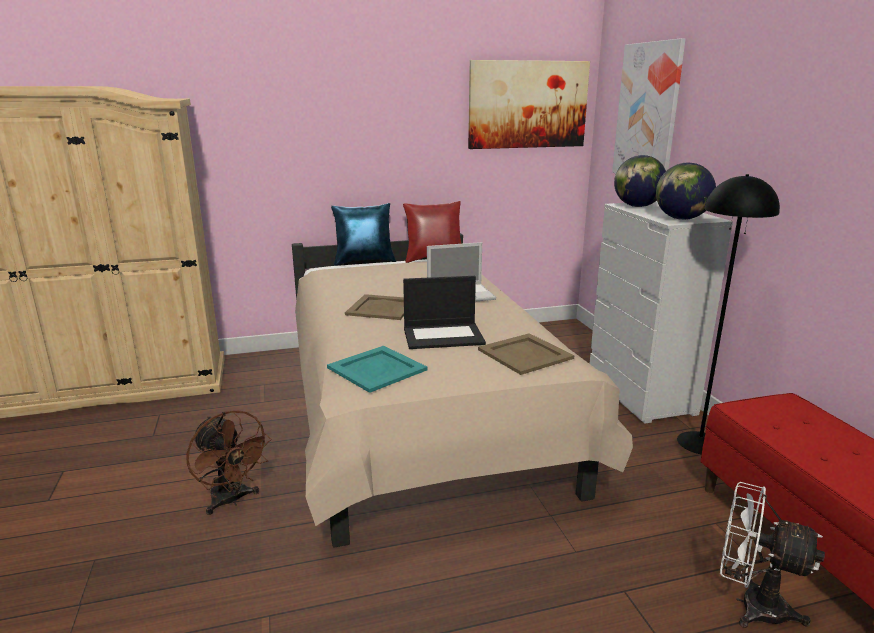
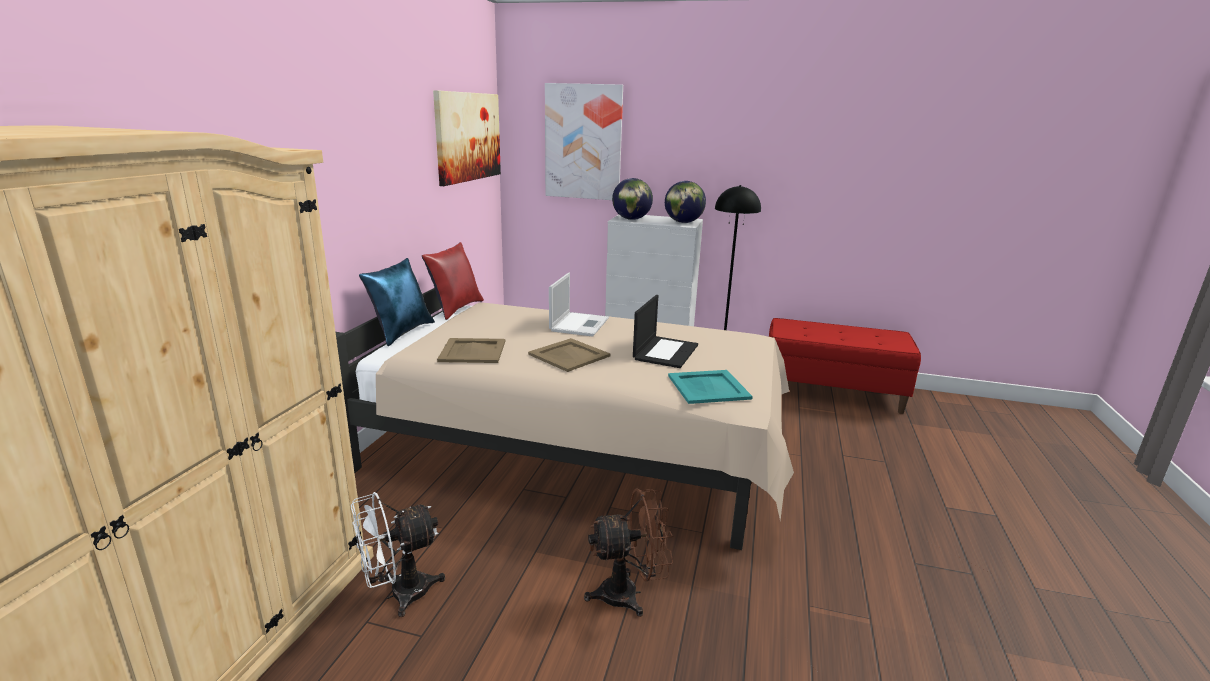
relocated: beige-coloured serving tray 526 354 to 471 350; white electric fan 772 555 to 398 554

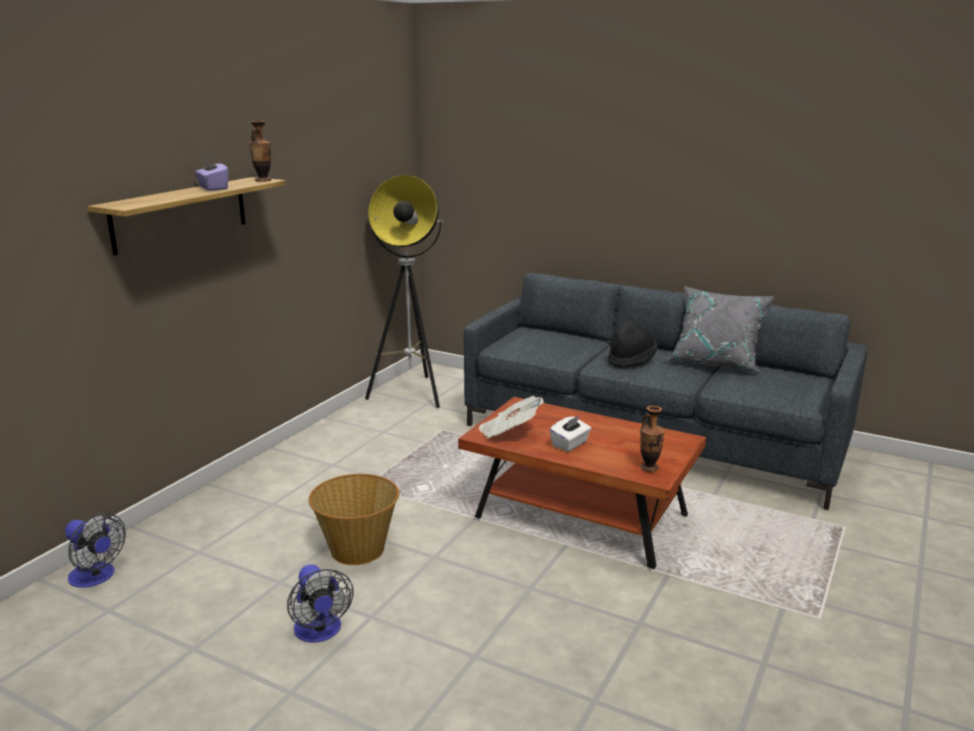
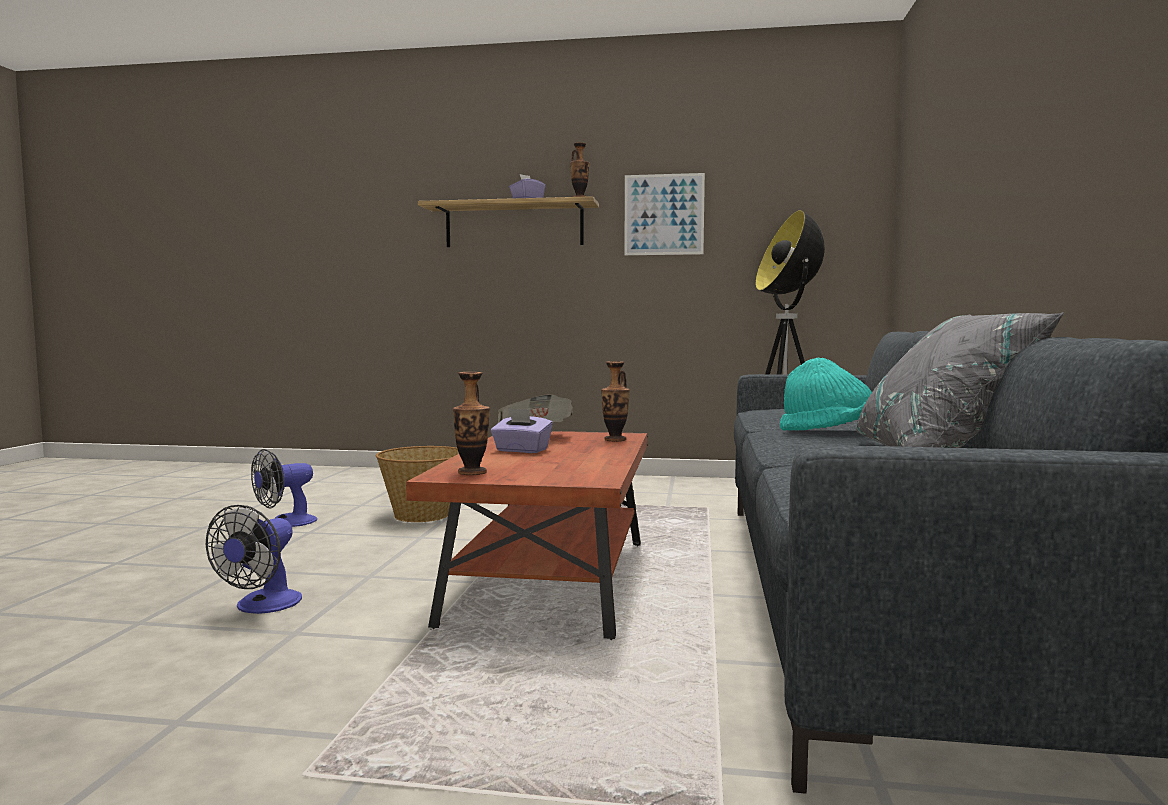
appeared: vase 615 401; wall picture 664 214
relocated: electric fan 95 550 to 254 559
colour: white box of tissues 570 434 to purple-coloured box of tissues 522 430; blackish wearable hat 633 344 to turquoise-coloured wearable hat 826 394

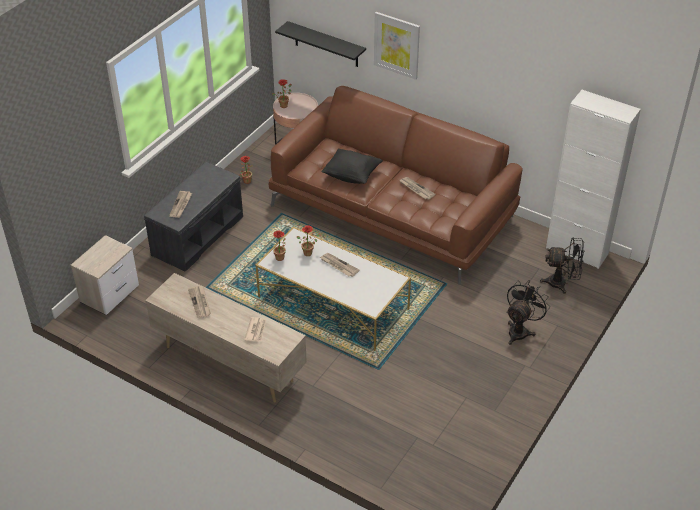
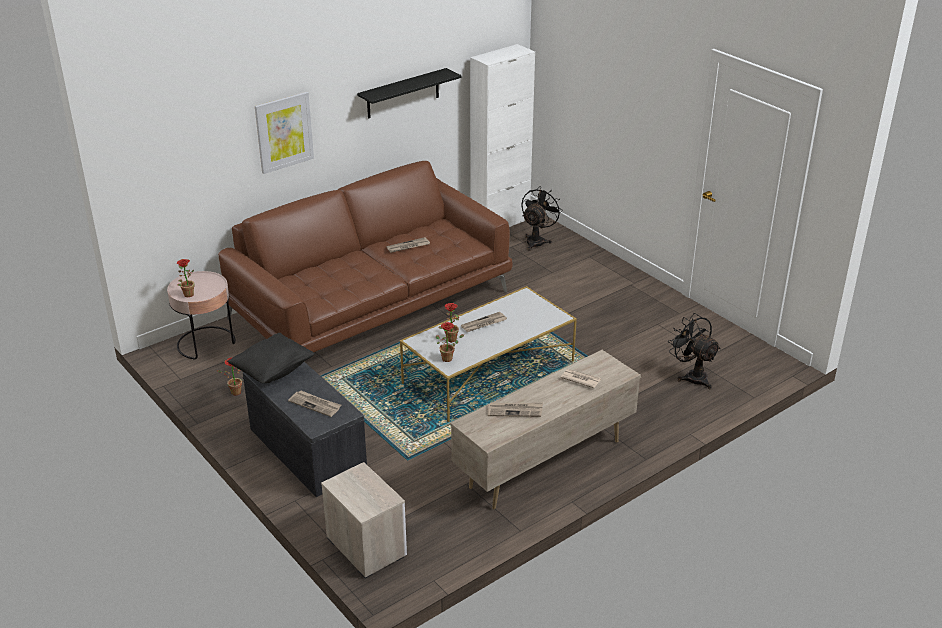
relocated: blackish shelf 320 44 to 409 93; blackish cushion 352 166 to 271 358; blackish electric fan 528 312 to 694 351

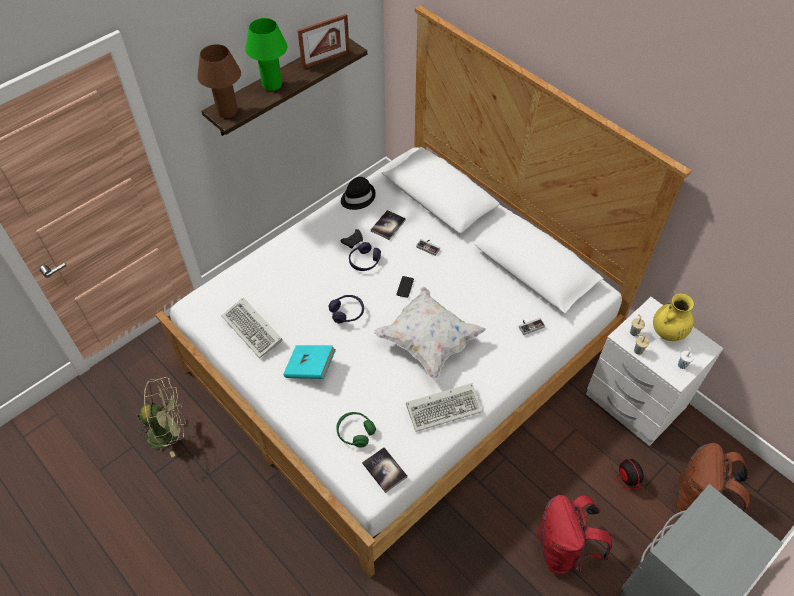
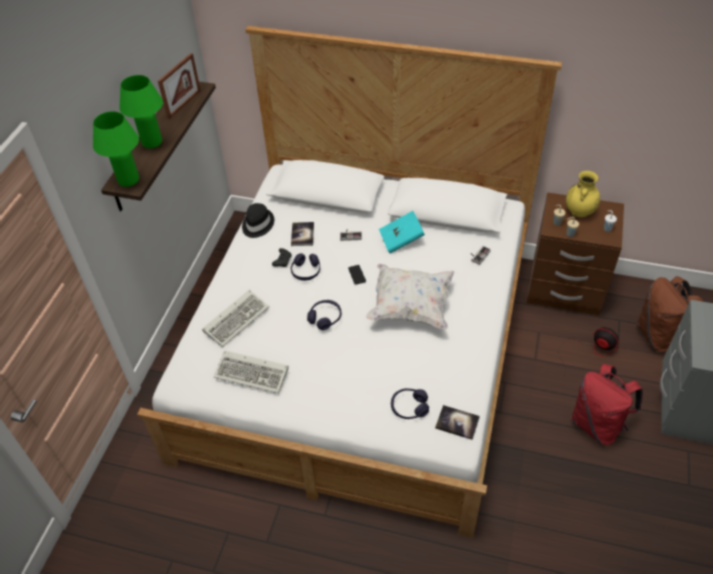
missing: greenish electric fan 161 417
relocated: turquoise-coloured volume 309 362 to 402 232; computer keyboard 444 407 to 235 318
colour: brownish table lamp 219 81 to greenish table lamp 116 149; greenish pair of headphones 356 429 to purple-coloured pair of headphones 410 403; white nightstand 654 371 to brownish nightstand 575 254

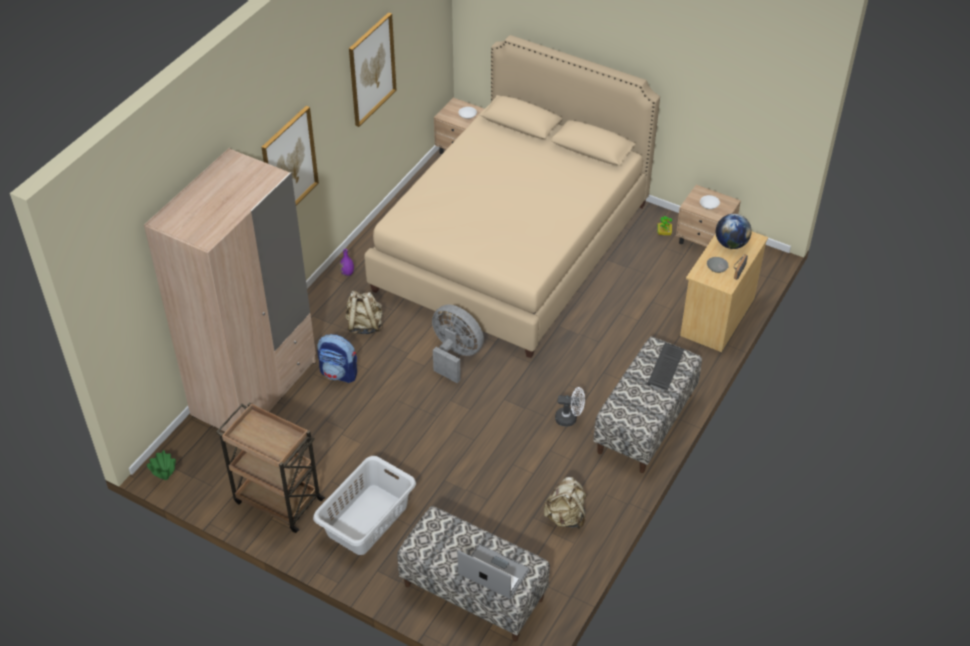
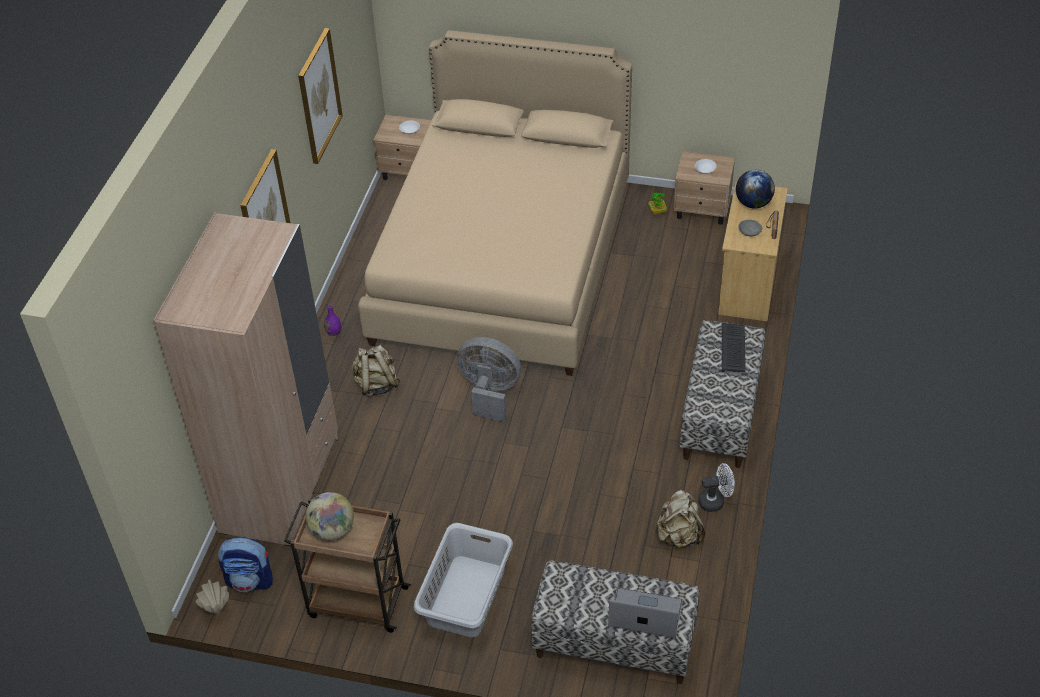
appeared: desk globe 329 516
relocated: knapsack 337 358 to 245 564; white electric fan 570 407 to 716 487
colour: greenish vase 161 465 to beige-coloured vase 212 596

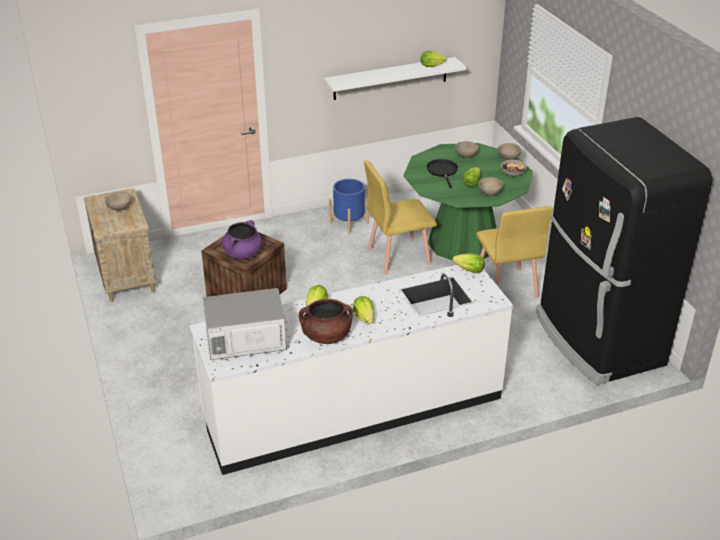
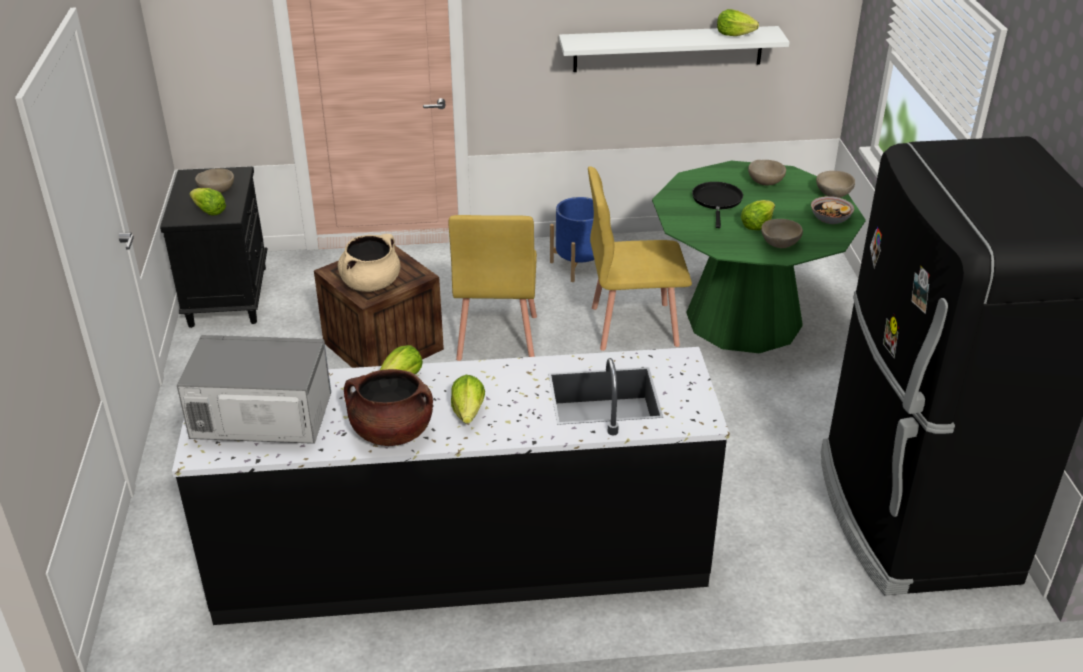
relocated: lettuce head 469 263 to 208 202; yellowish plain chair 514 252 to 492 288
colour: beige-coloured nightstand 121 245 to blackish nightstand 214 247; white counter 351 370 to blackish counter 451 486; purple-coloured cooking pot 242 239 to beige-coloured cooking pot 369 263

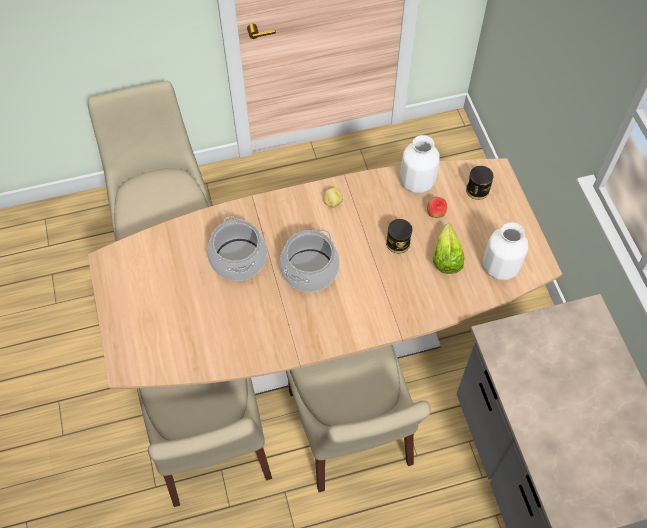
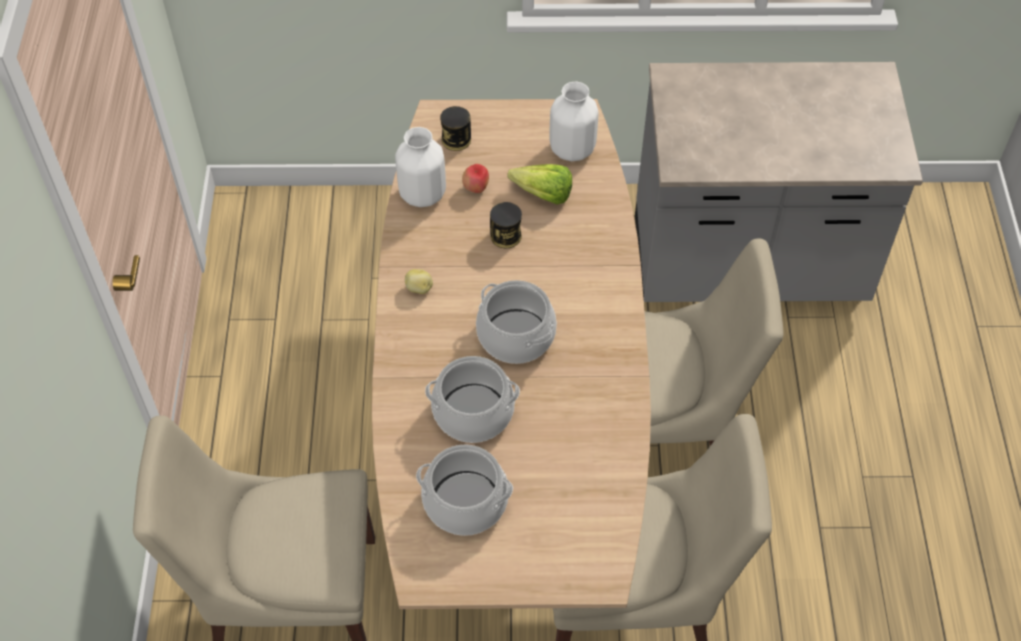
appeared: cooking pot 464 490

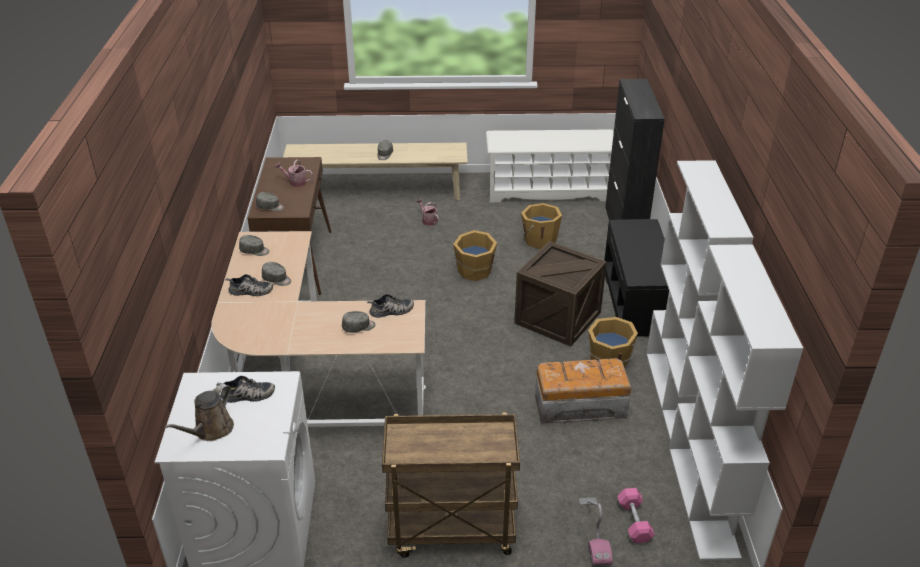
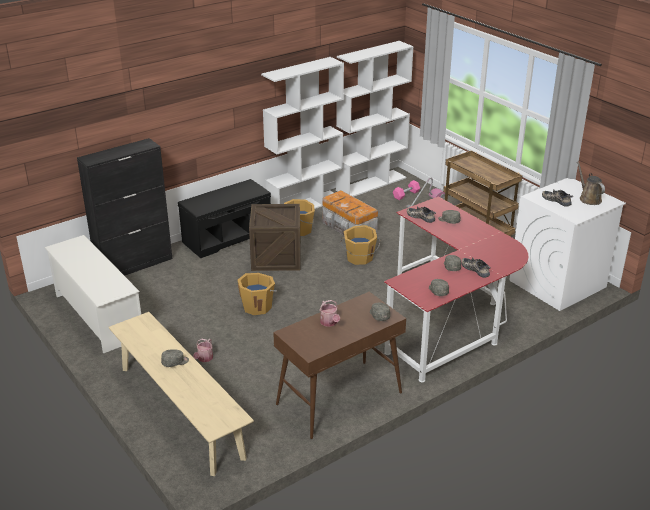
relocated: orange-coloured bucket 541 226 to 360 245
colour: beige-coloured desk table 318 329 to red-coloured desk table 456 289
spun: brownish watering can 199 412 = 591 183 105 degrees counterclockwise

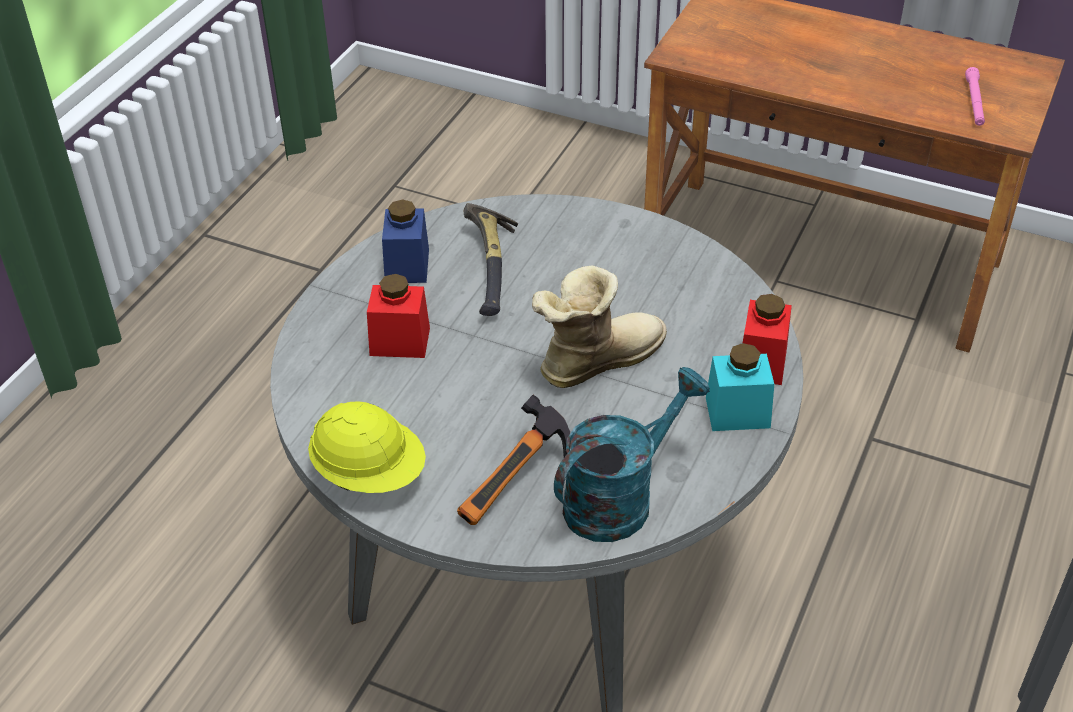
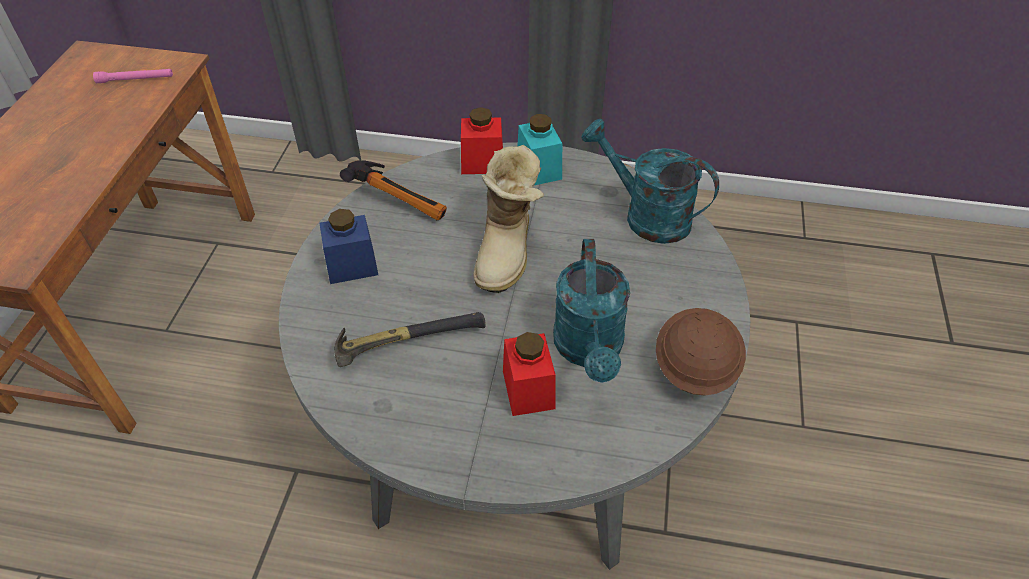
appeared: turquoise-coloured watering can 591 311
relocated: blue-coloured storage jar 405 241 to 349 246; tool hammer 513 459 to 393 190
colour: yellowish hard hat 367 447 to brownish hard hat 701 352
spun: tall boot 599 326 = 508 219 120 degrees counterclockwise

